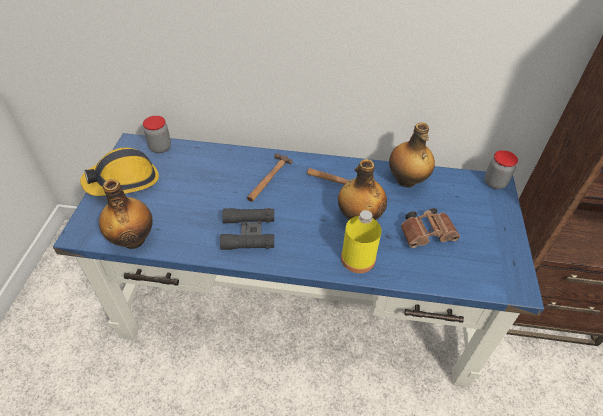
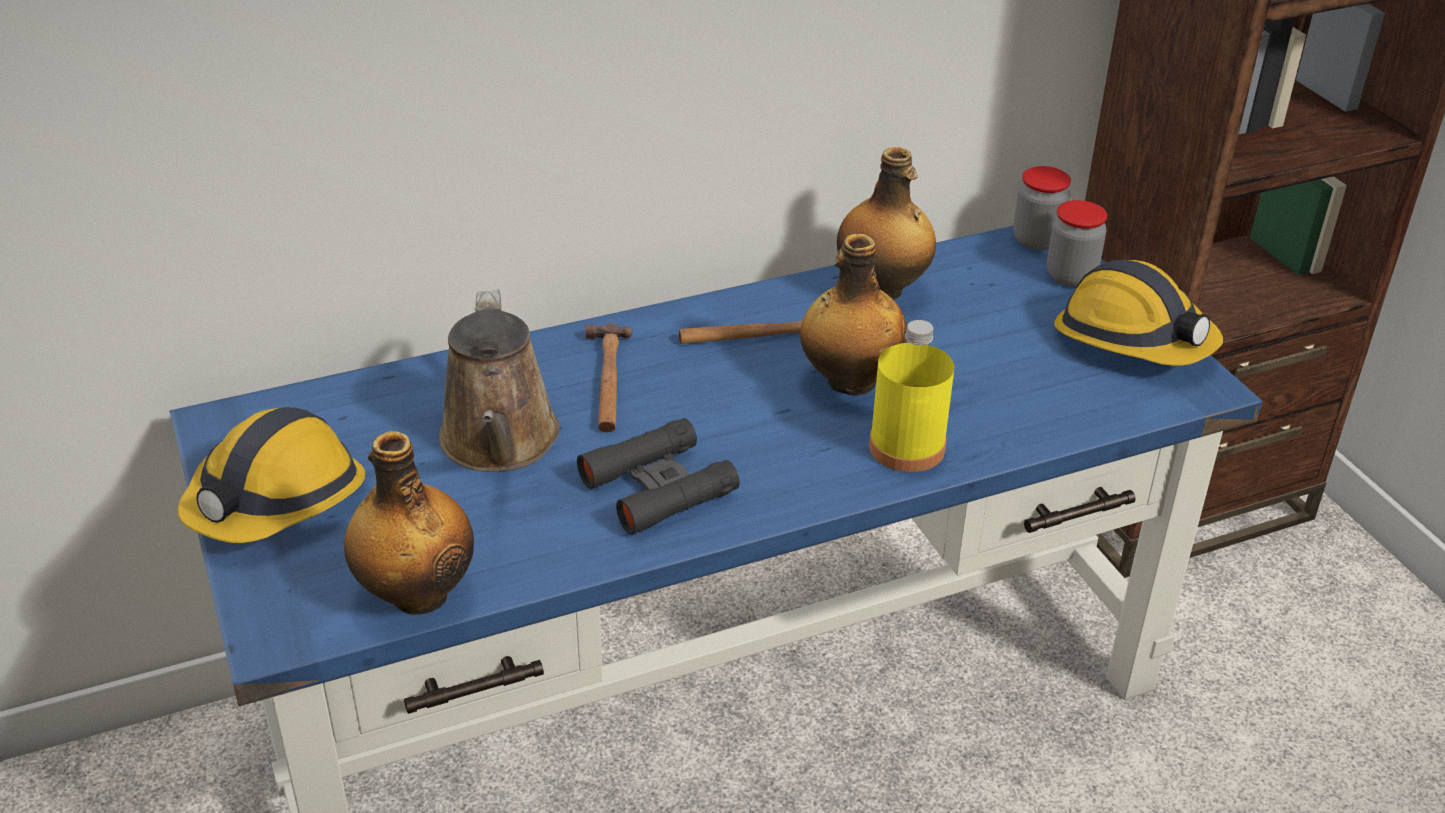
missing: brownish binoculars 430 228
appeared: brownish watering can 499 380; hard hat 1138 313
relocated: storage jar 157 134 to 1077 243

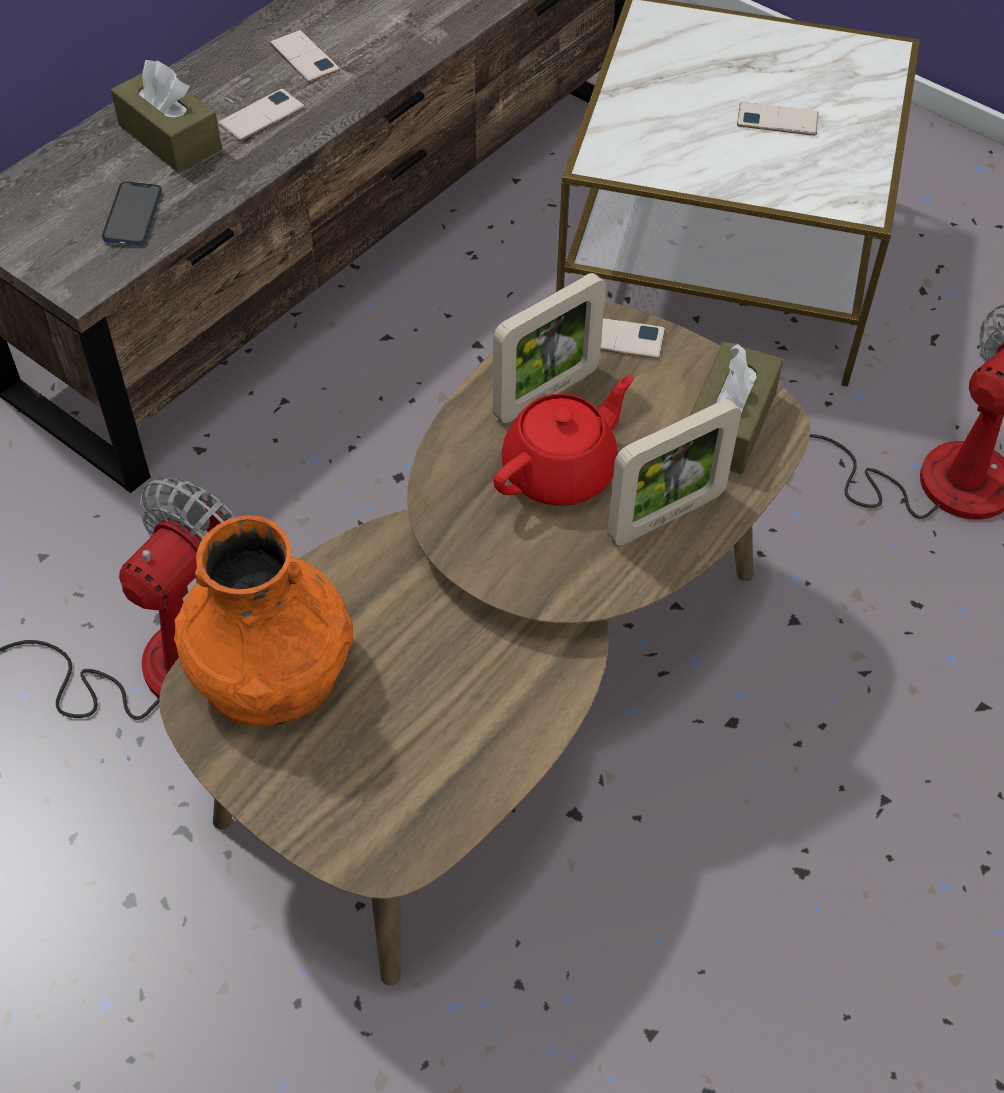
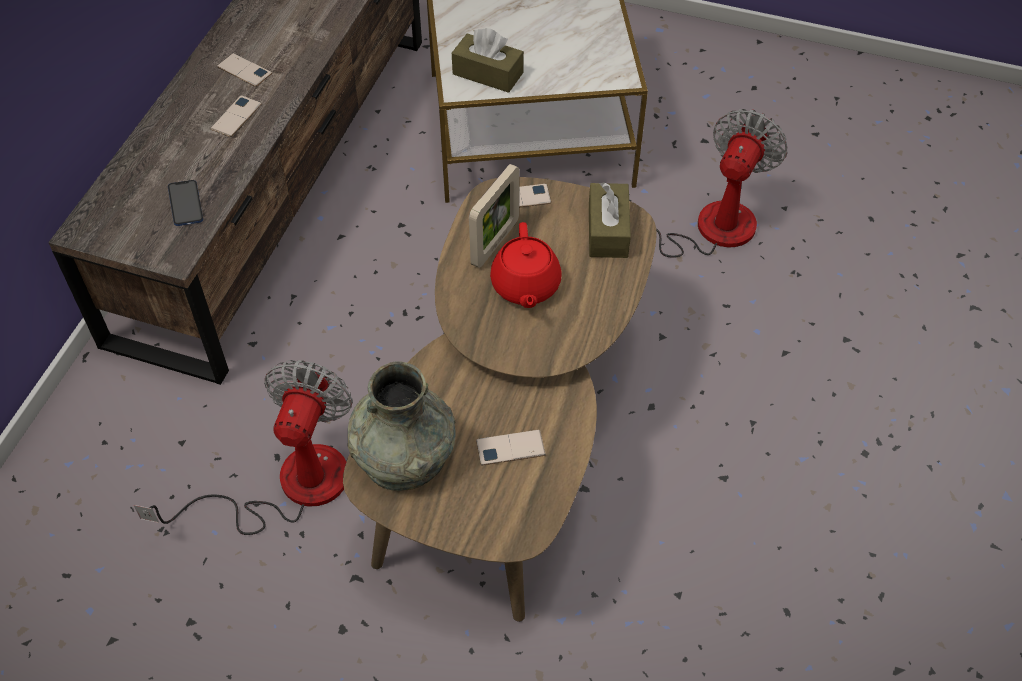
missing: photo frame 674 471
relocated: brownish box of tissues 166 116 to 488 60; handset 778 119 to 511 447
colour: orange-coloured vase 263 620 to greyish vase 402 426
spun: red-coloured tea pot 563 440 = 526 265 150 degrees clockwise

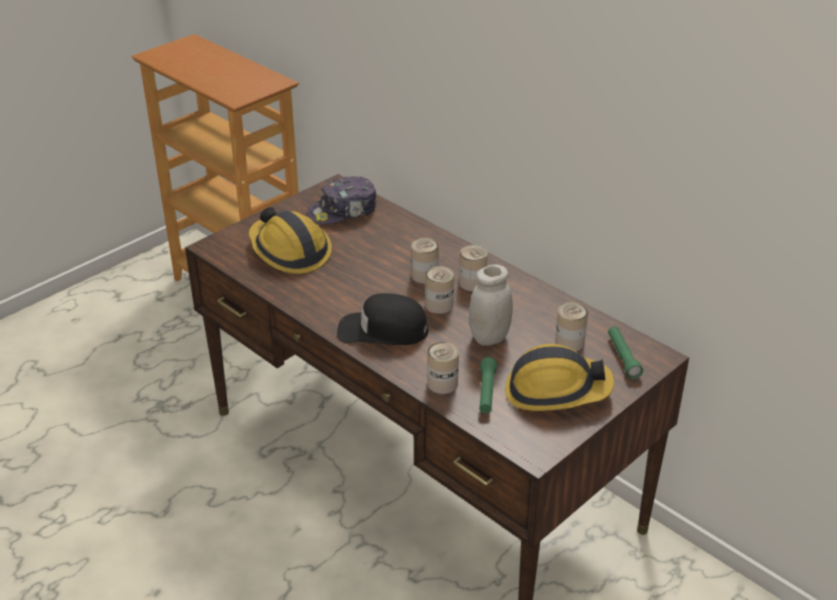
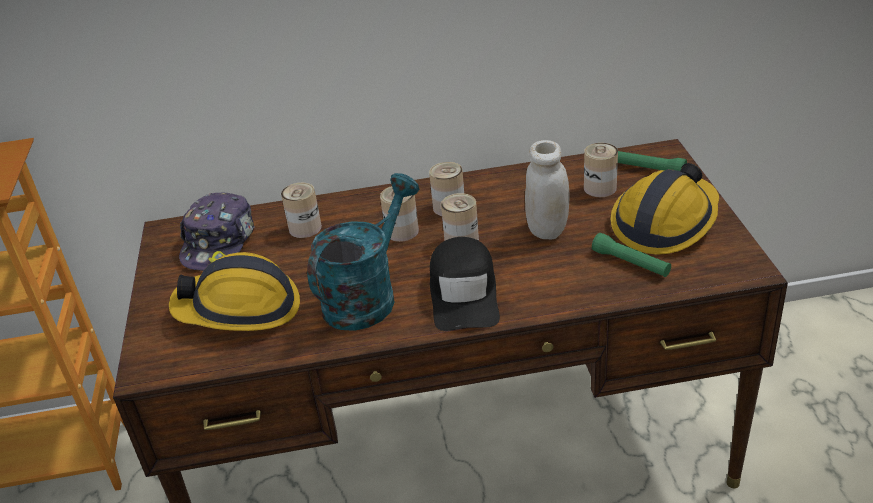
appeared: turquoise-coloured watering can 363 252
relocated: can 443 368 to 301 210
spun: blackish baseball cap 382 319 = 465 284 45 degrees counterclockwise

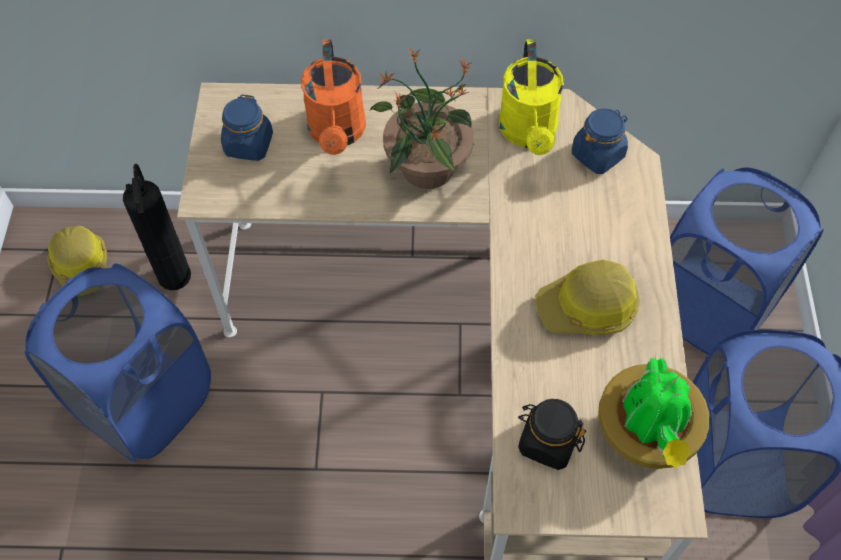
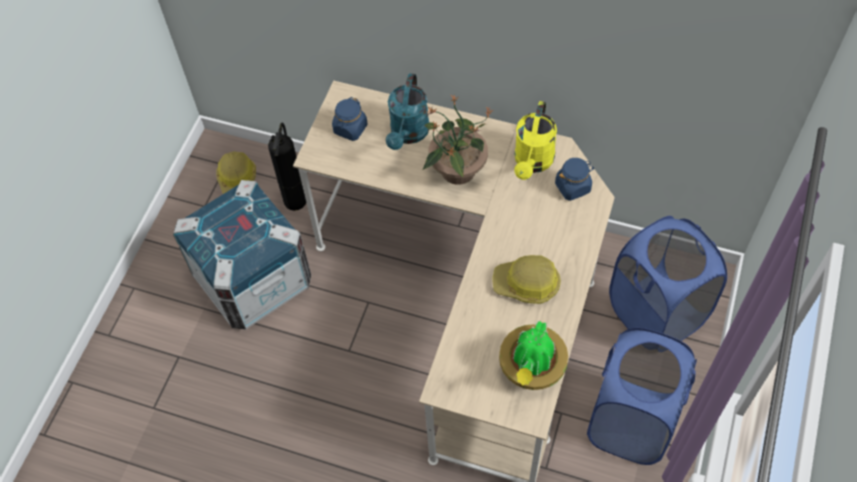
missing: blackish storage jar 552 434
exchanged: blue-coloured laundry basket 118 362 to packing crate 242 255
colour: orange-coloured watering can 333 97 to turquoise-coloured watering can 407 111

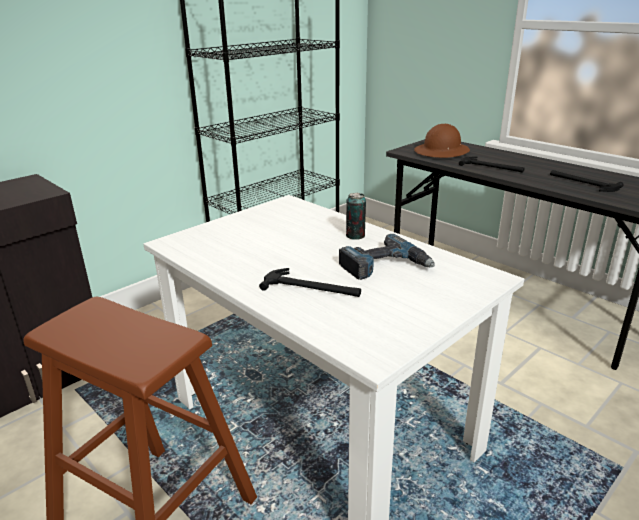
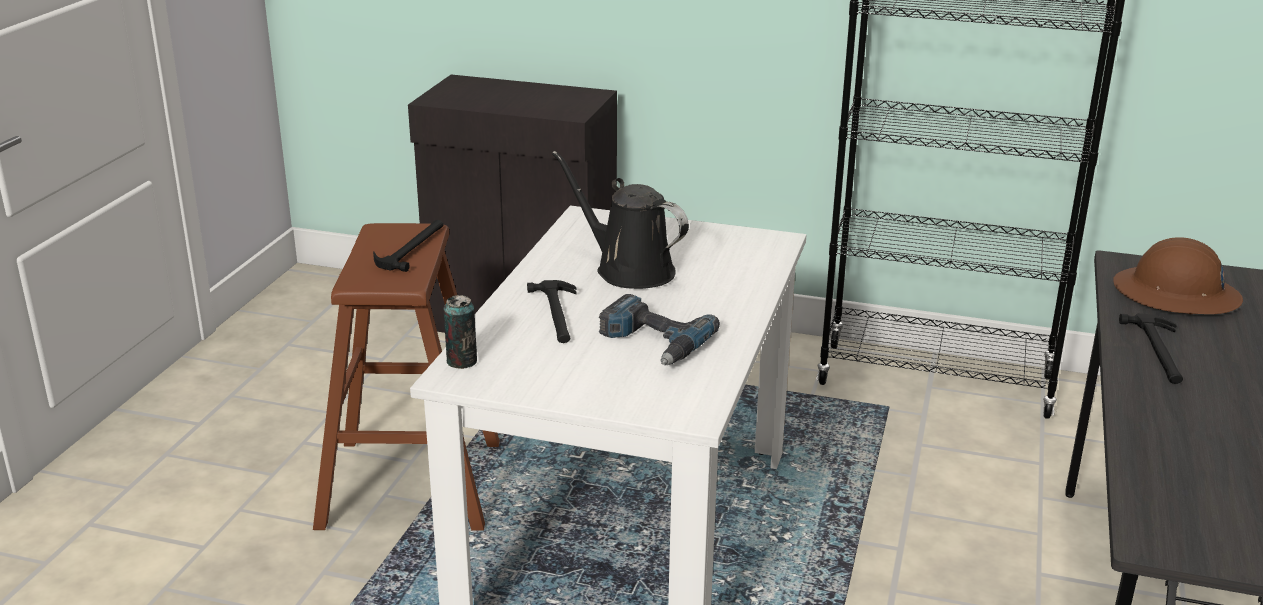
appeared: blackish watering can 620 220
relocated: can 356 216 to 460 332; tool hammer 587 181 to 408 246

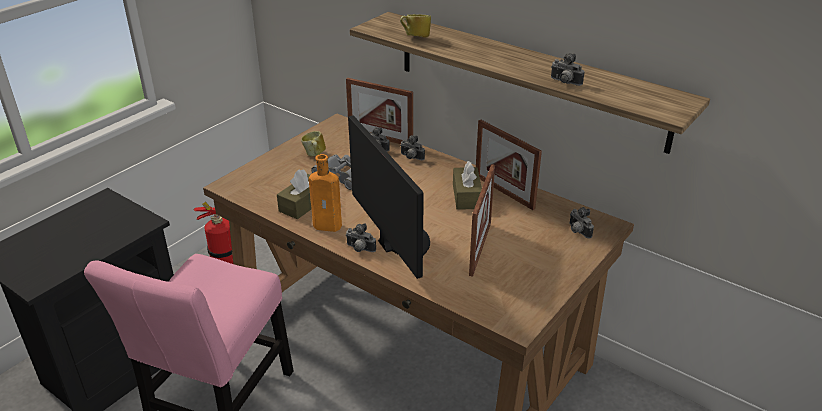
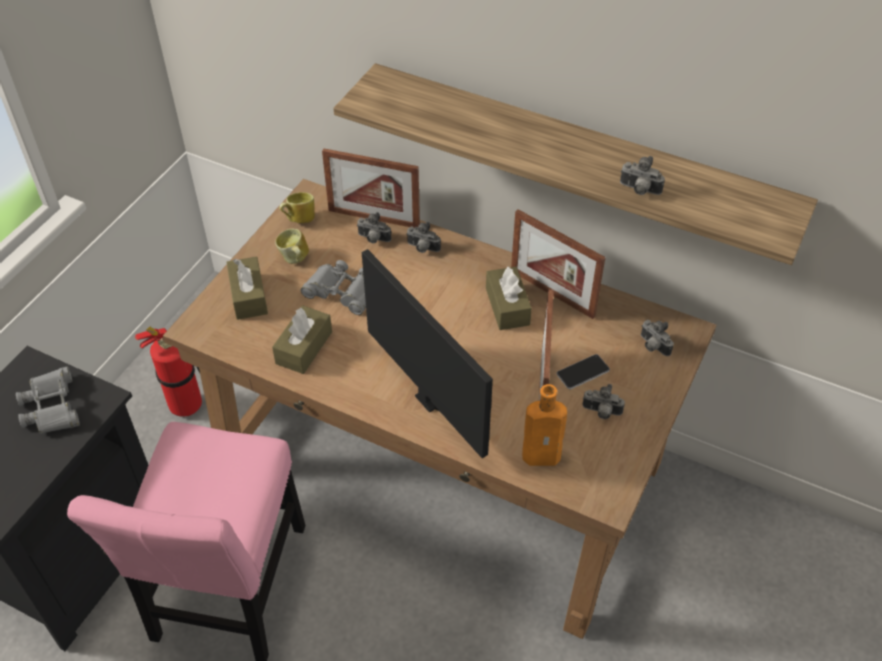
appeared: greyish binoculars 48 400; brownish box of tissues 247 288; handset 583 371
relocated: orange-coloured beverage bottle 325 193 to 544 425; photo camera 360 237 to 604 401; mug 415 26 to 297 207

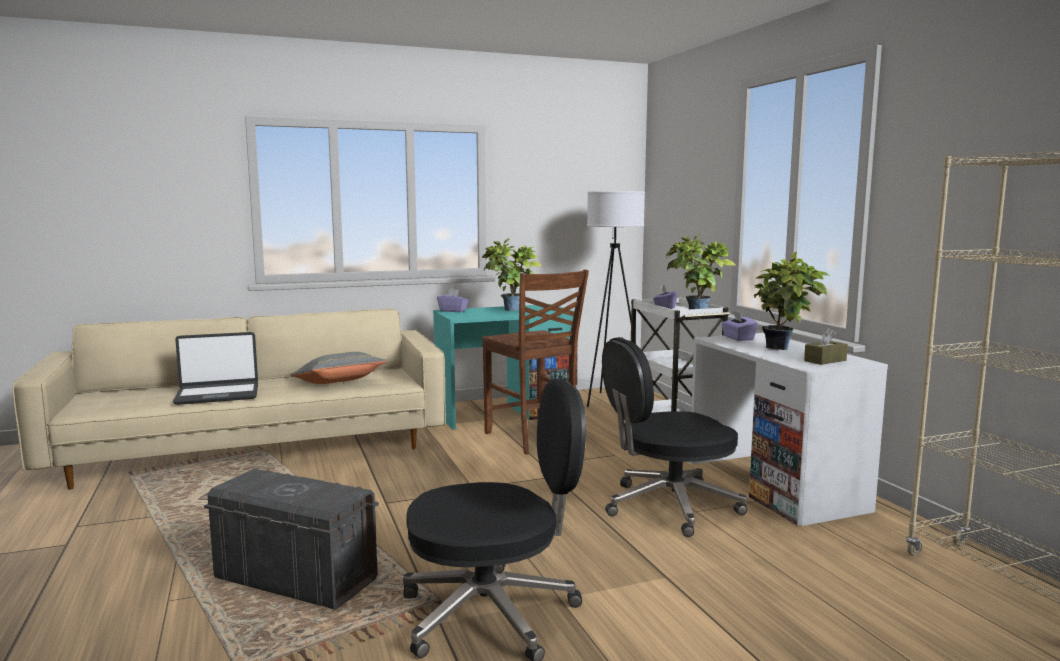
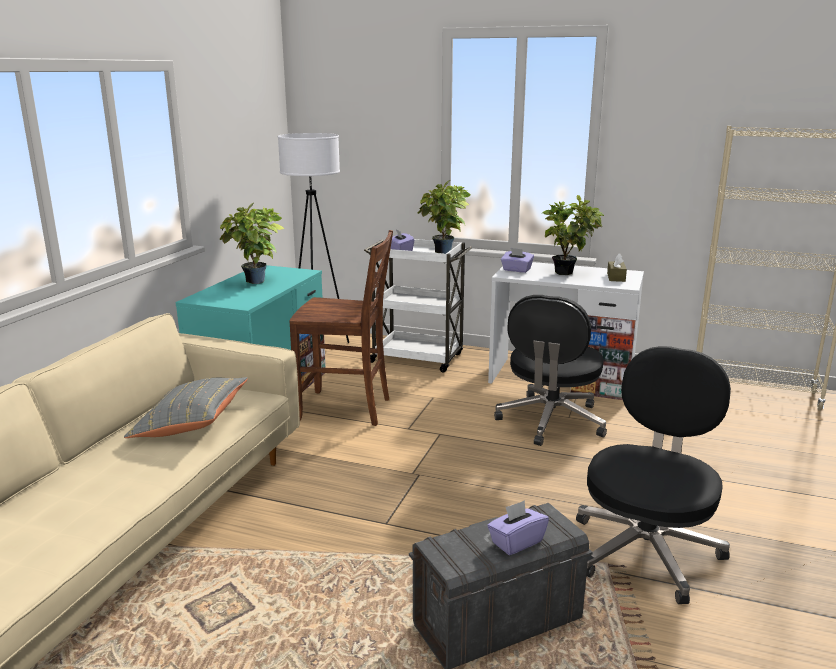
missing: laptop 215 368
relocated: purple-coloured box of tissues 452 300 to 518 527

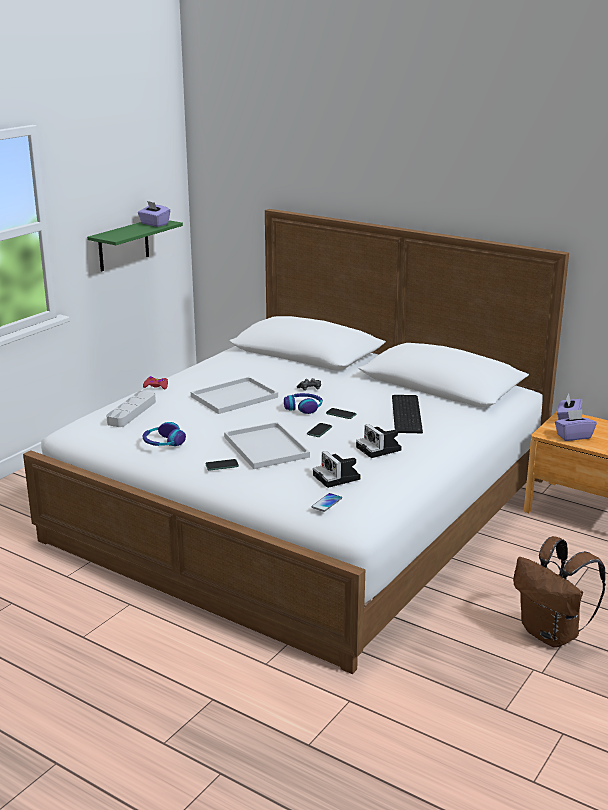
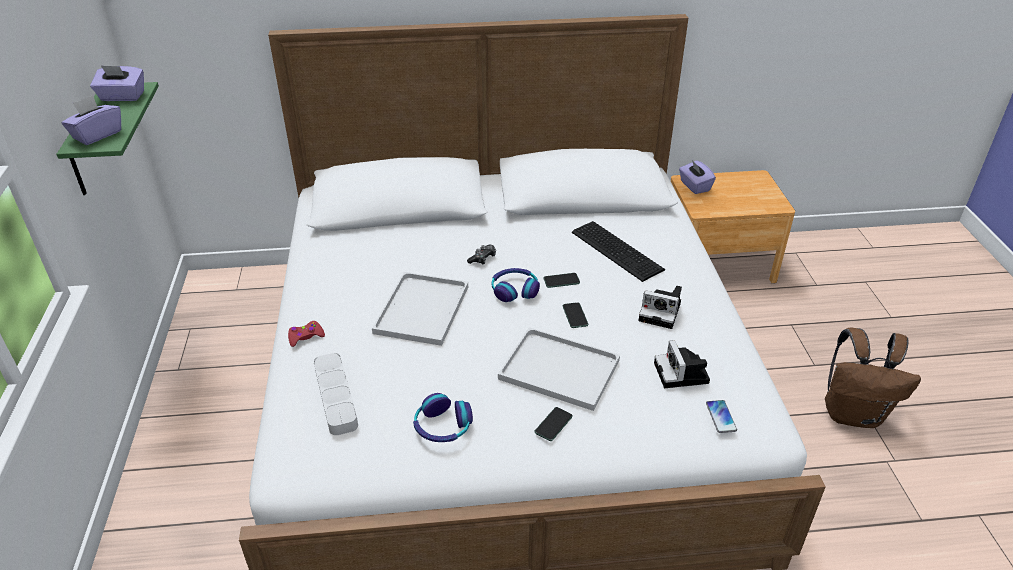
relocated: purple-coloured box of tissues 576 425 to 91 120
spun: photo camera 337 469 = 682 364 60 degrees clockwise

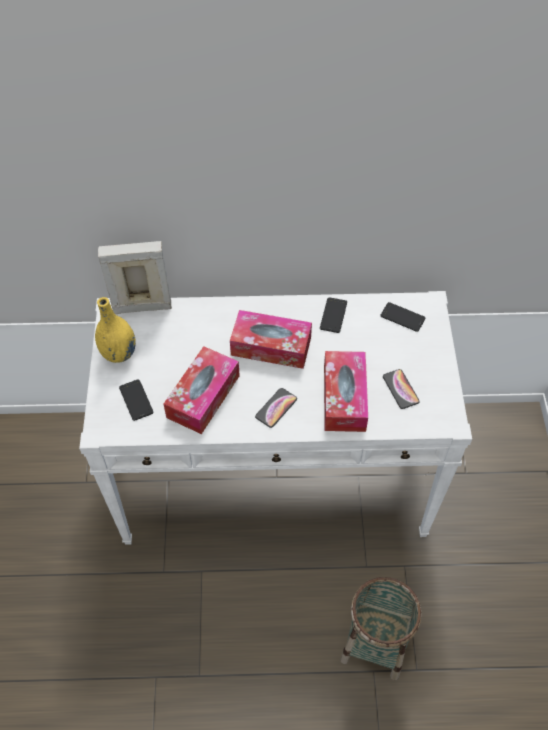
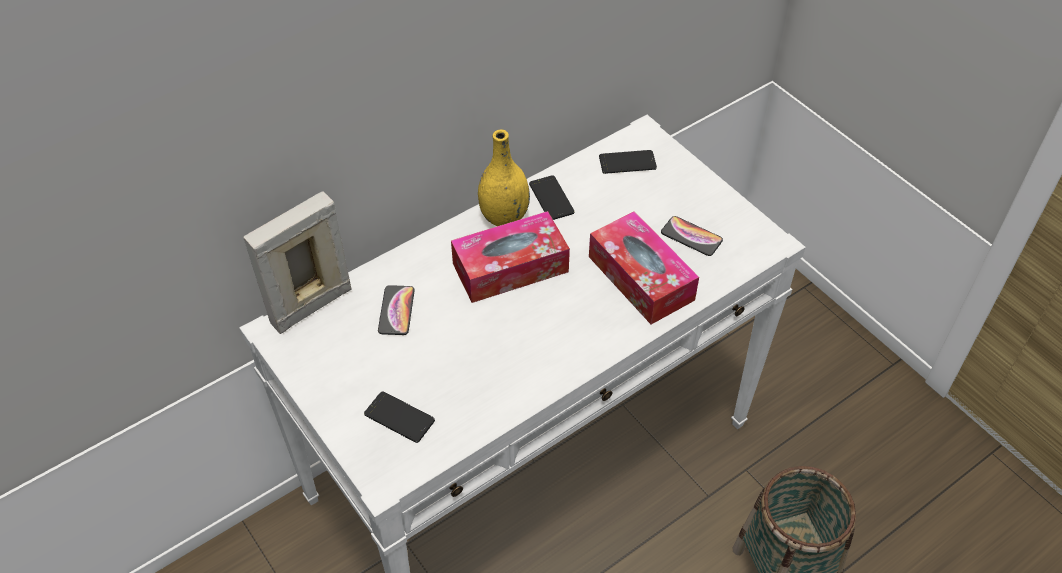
missing: box of tissues 202 390
relocated: yellowish vase 115 330 to 504 177; handset 276 408 to 396 310

